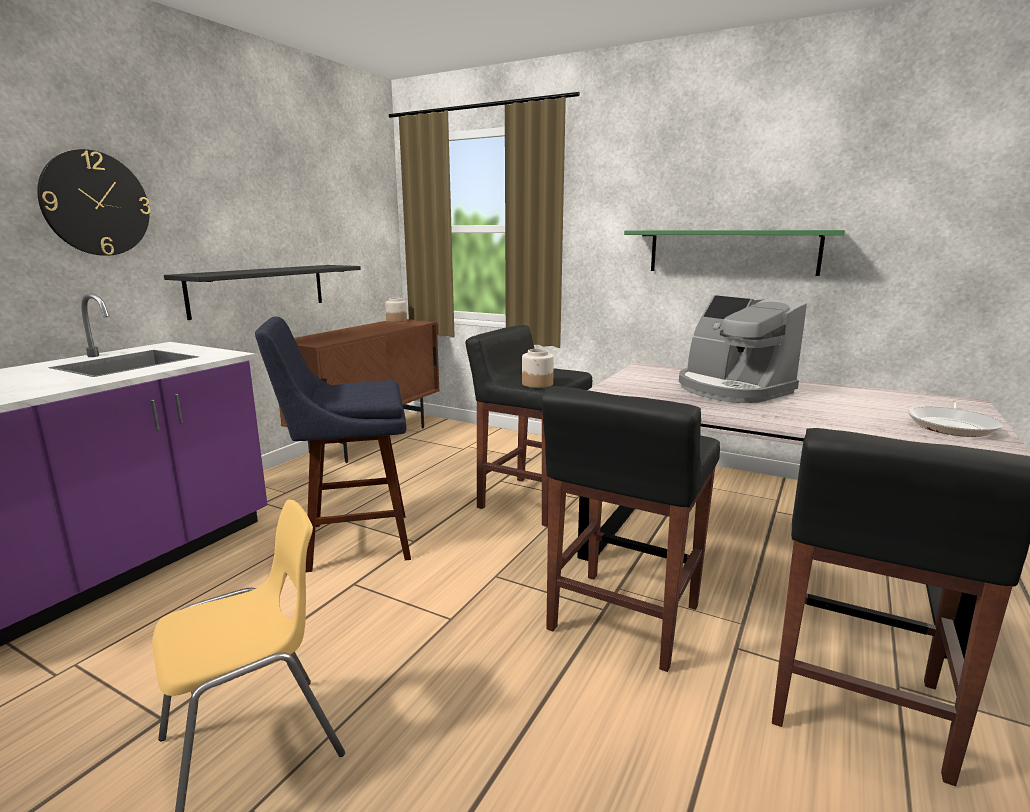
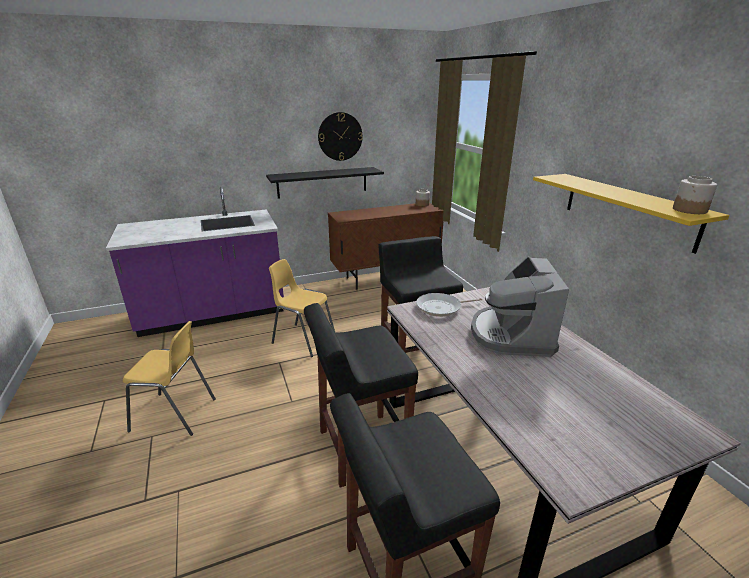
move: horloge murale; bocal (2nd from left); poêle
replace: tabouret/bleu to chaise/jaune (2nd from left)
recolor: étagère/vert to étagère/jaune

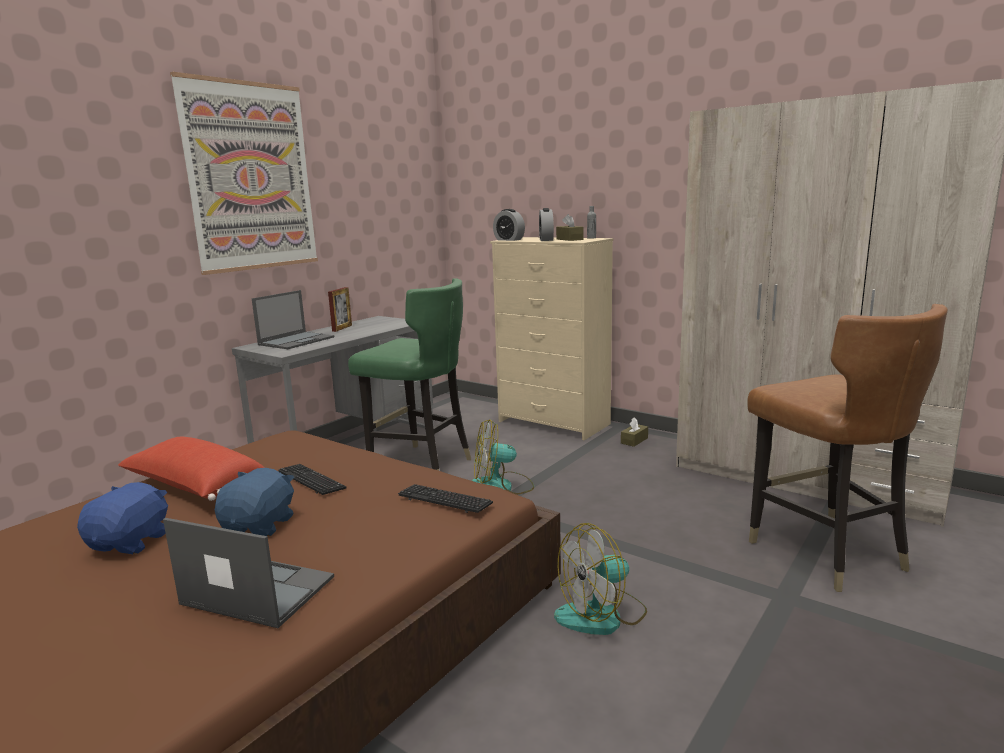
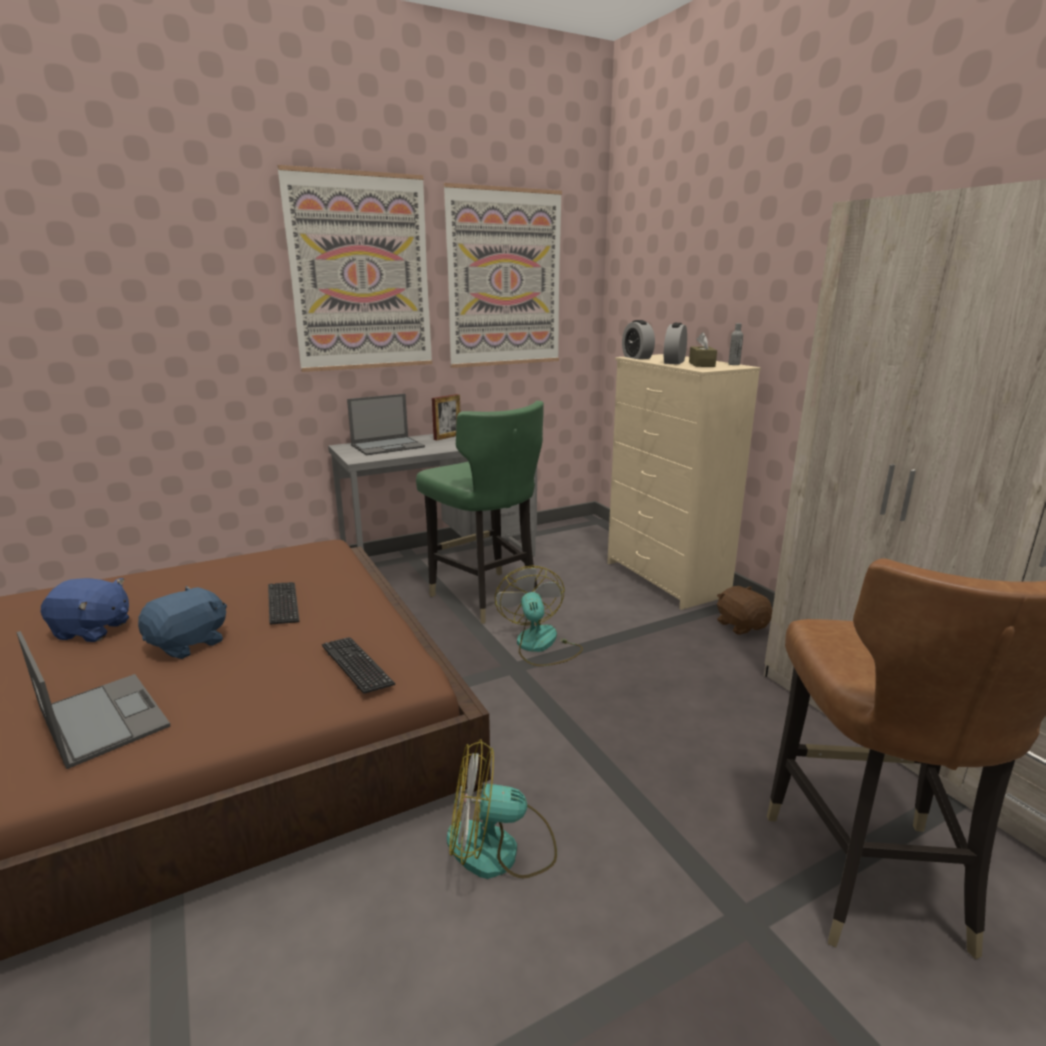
delete: coussin/rouge
insert: tableau (2nd from left)
replace: boîte à mouchoirs/marron (2nd from left) to peluche/marron
rotate: peluche/bleu (1st from left) 60 degrees clockwise; ventilateur (1st from left in the first image) 60 degrees clockwise

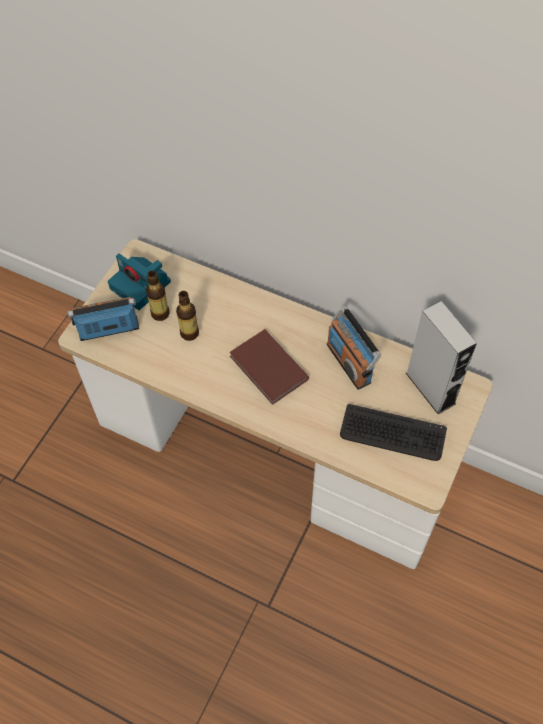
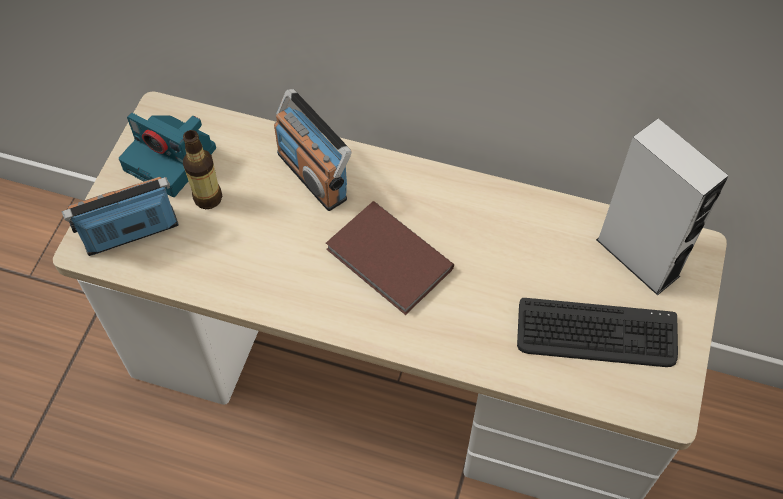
delete: bouteille (2nd from left)
move: radio (2nd from left)

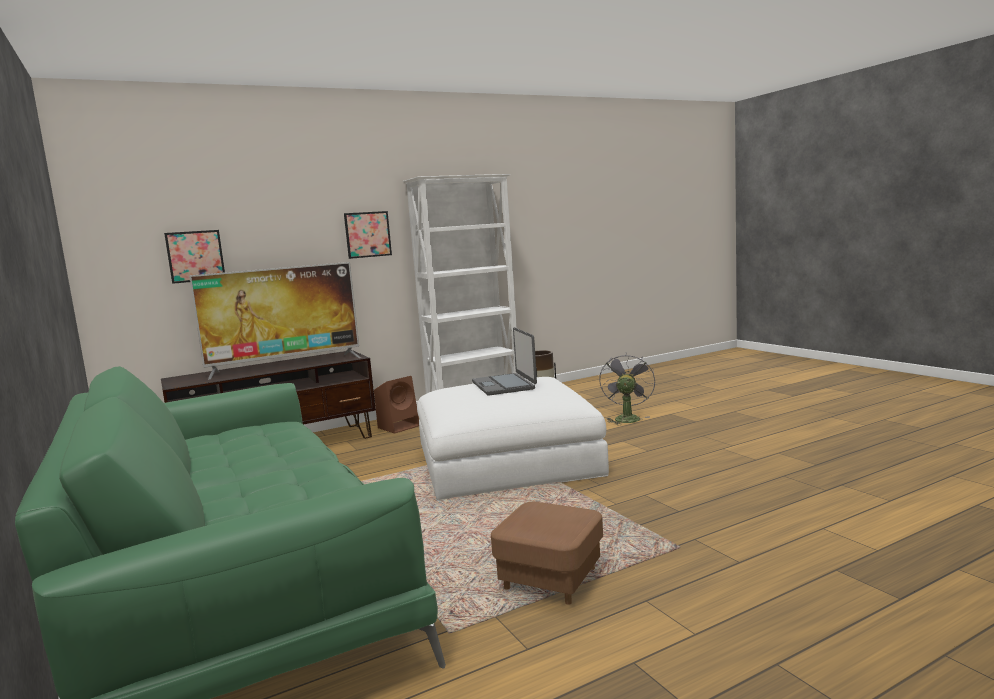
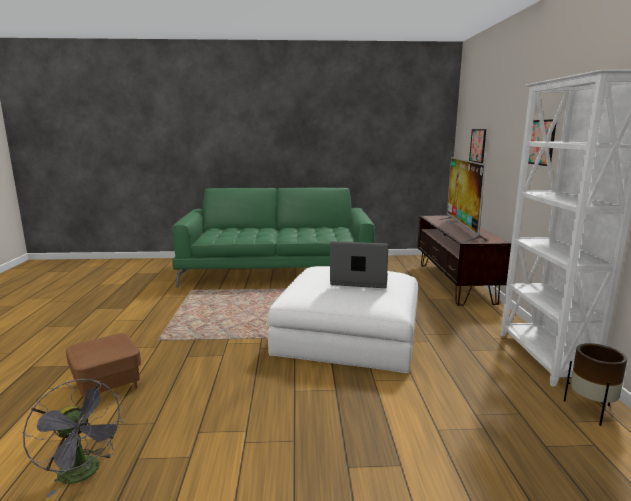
delete: enceinte/marron
move: pouf/marron; ventilateur/gris

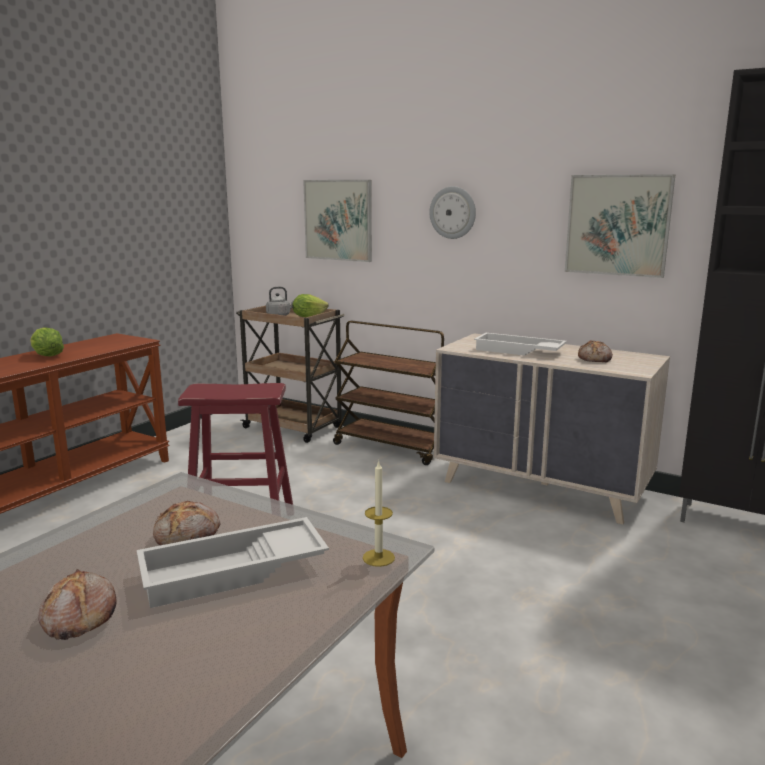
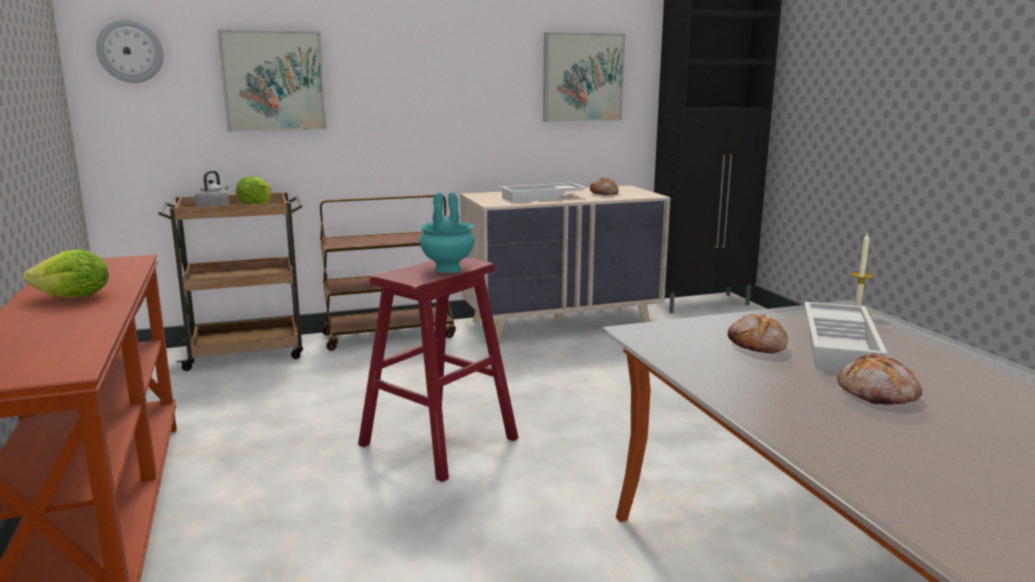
insert: vase/turquoise
move: horloge murale

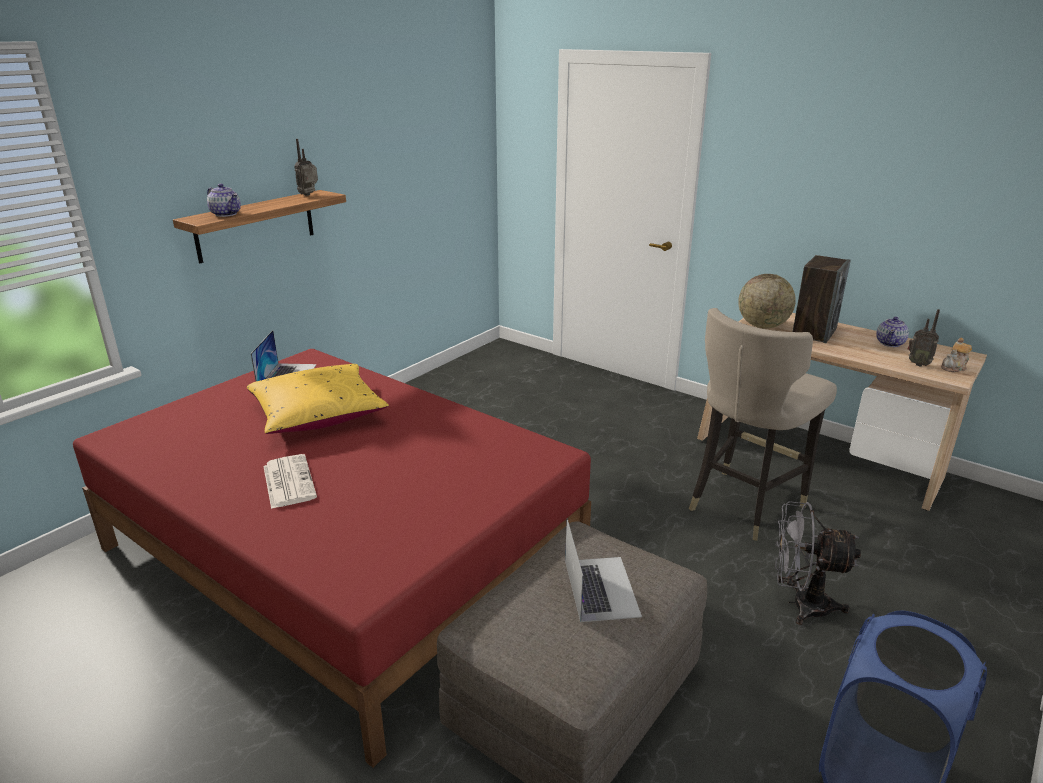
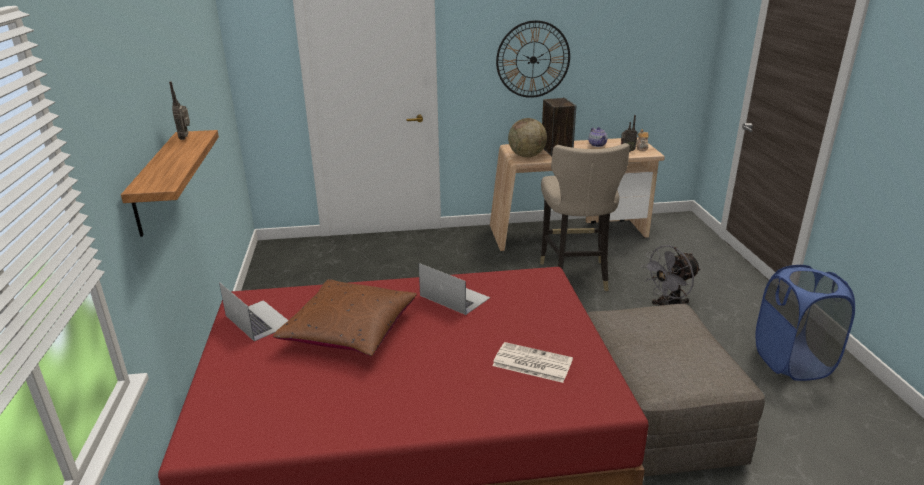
delete: théière (1st from left)
insert: horloge murale
move: journal; ordinateur portable (2nd from left)
recolor: coussin/jaune to coussin/marron

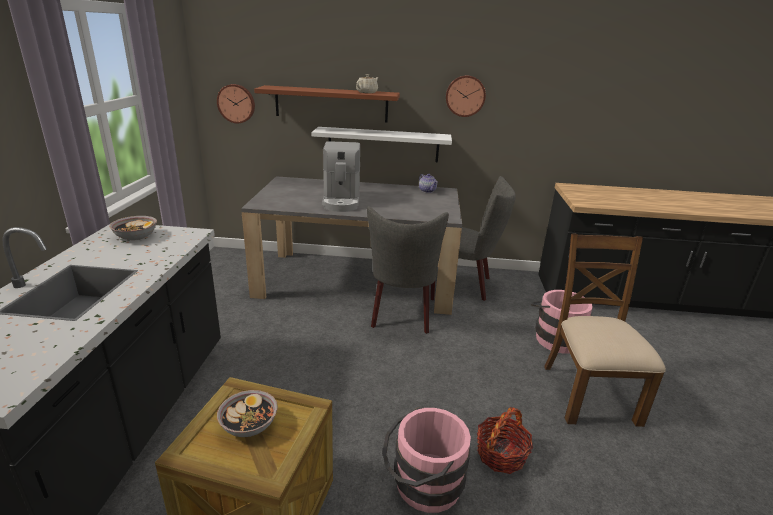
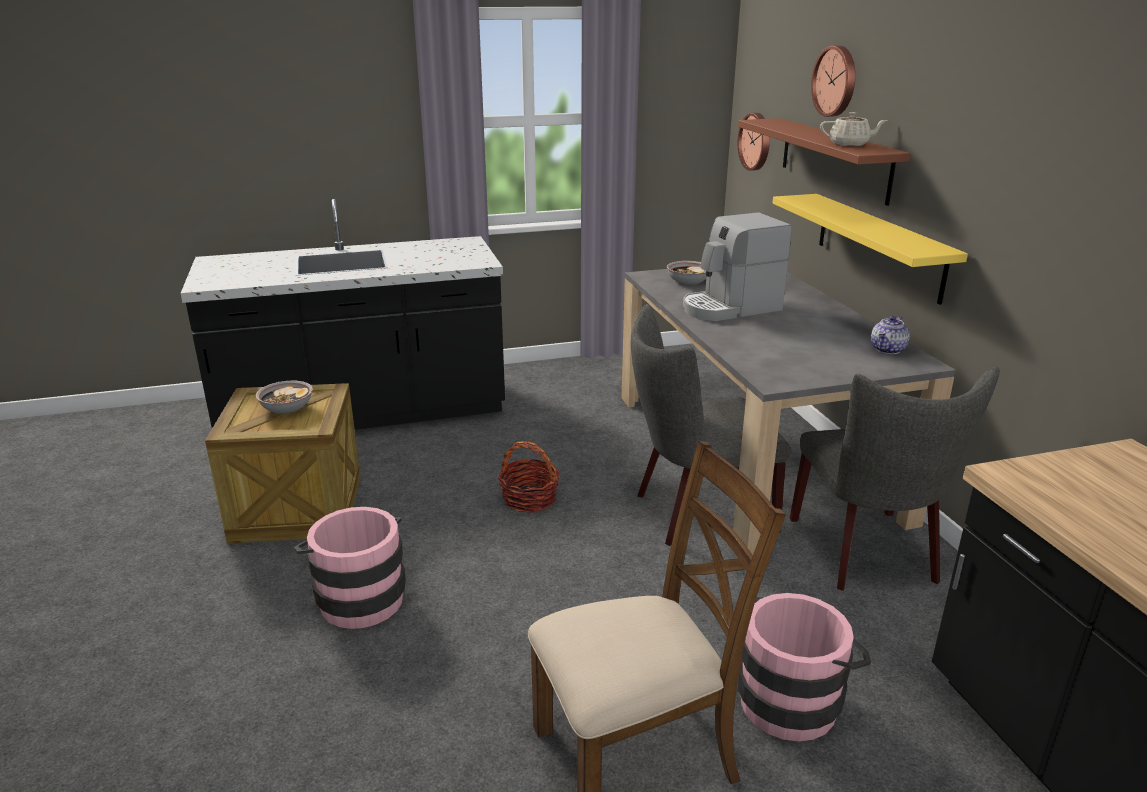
move: bol (1st from left in the first image) to bol (2nd from left); horloge murale (2nd from left); panier
recolor: étagère/blanc to étagère/jaune

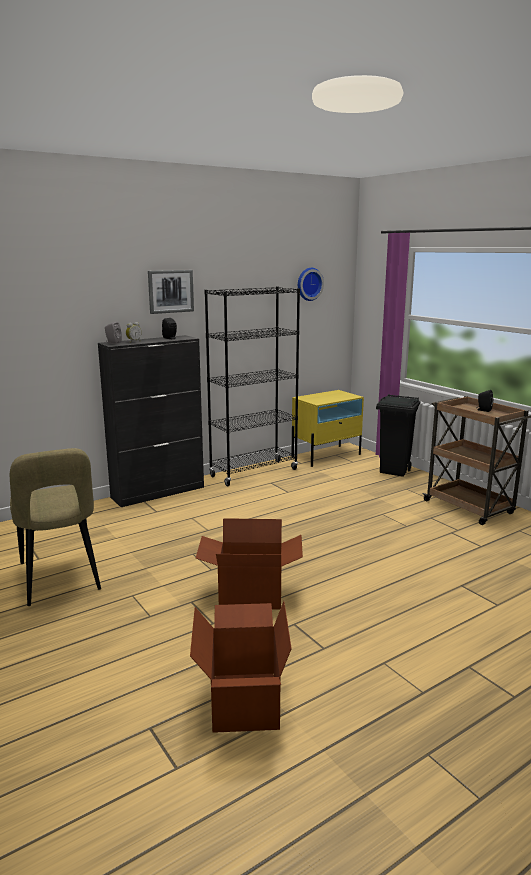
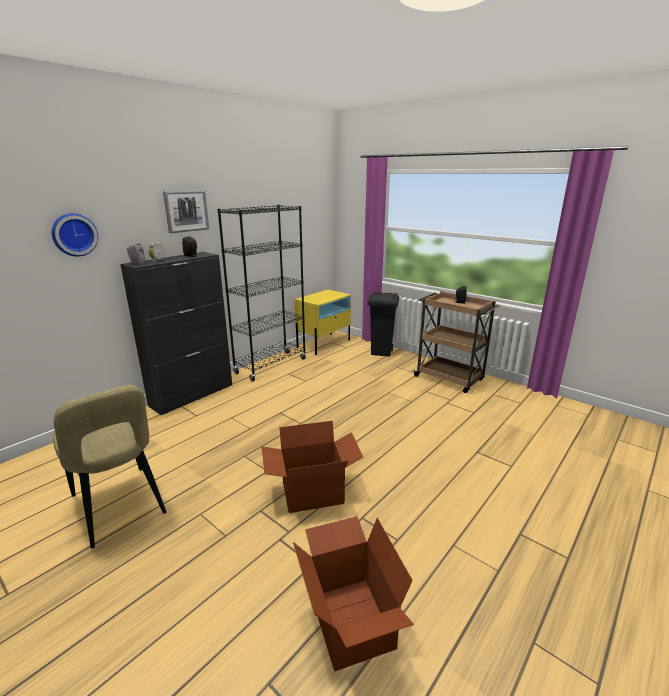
move: horloge murale

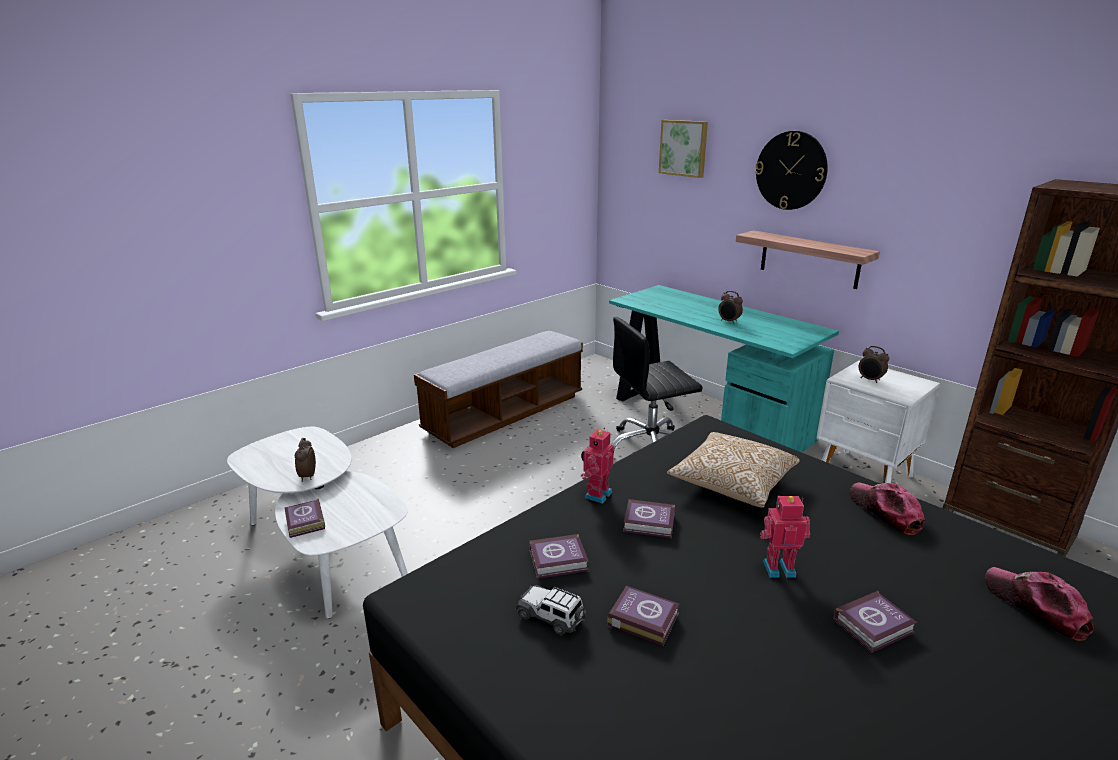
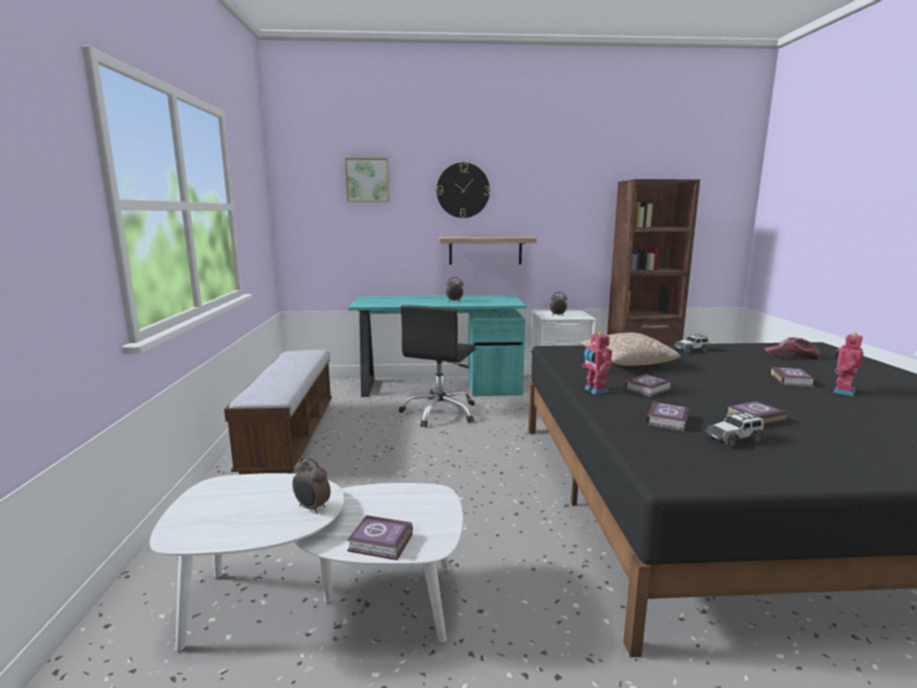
move: robot jouet (2nd from left)
replace: casquette (1st from left) to petite voiture (1st from left)

